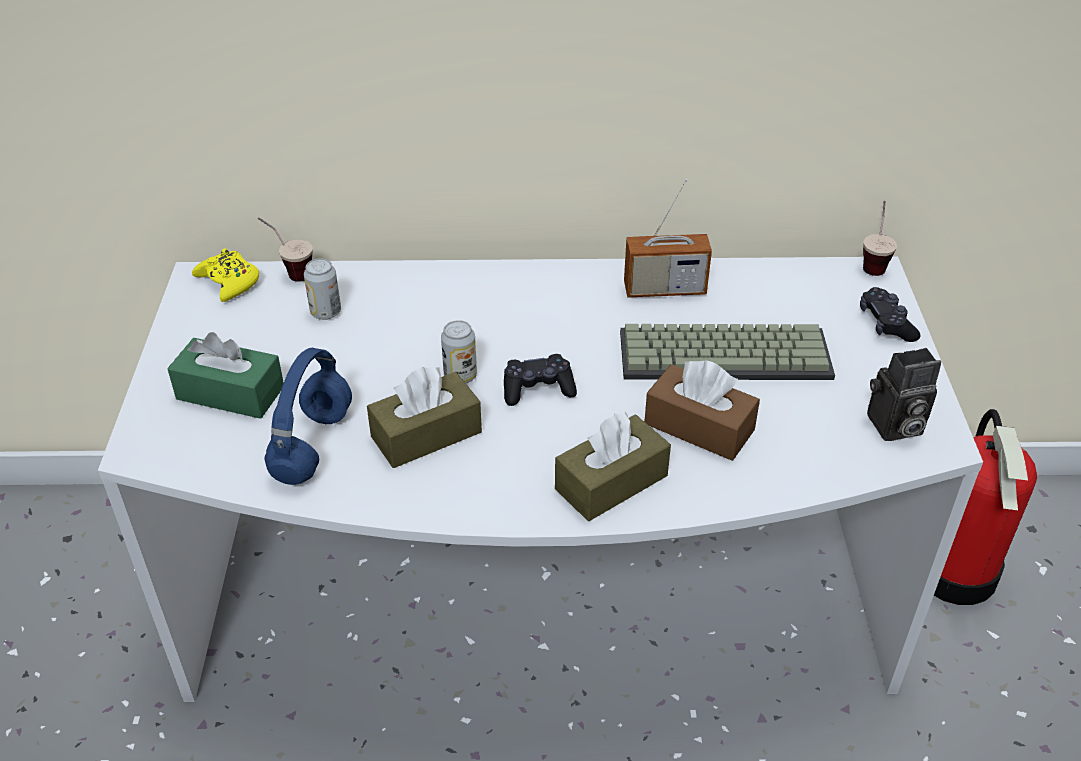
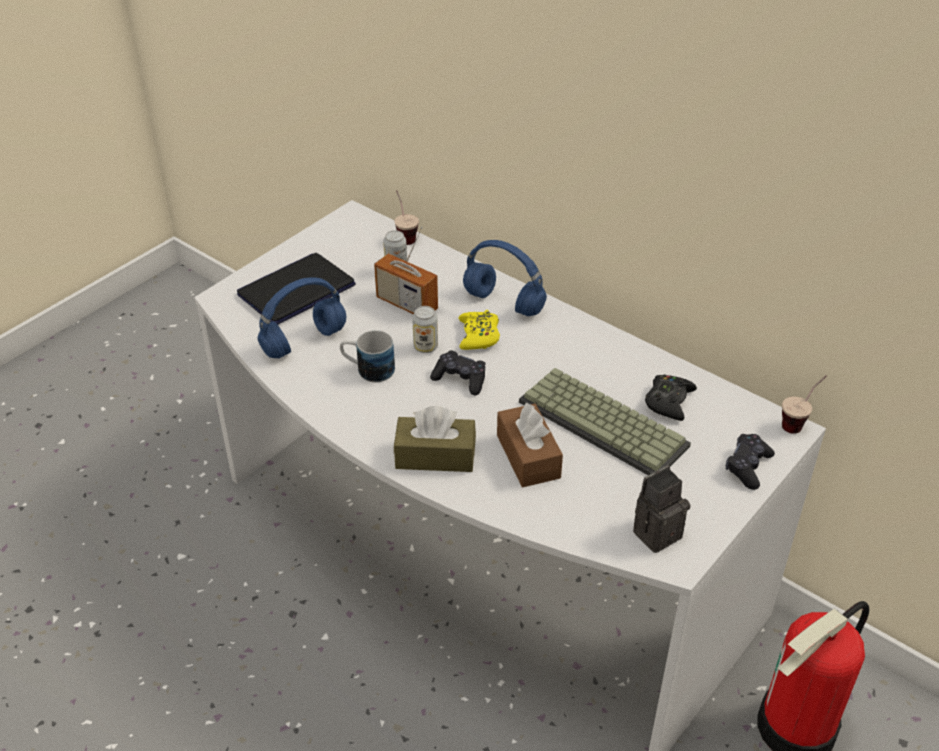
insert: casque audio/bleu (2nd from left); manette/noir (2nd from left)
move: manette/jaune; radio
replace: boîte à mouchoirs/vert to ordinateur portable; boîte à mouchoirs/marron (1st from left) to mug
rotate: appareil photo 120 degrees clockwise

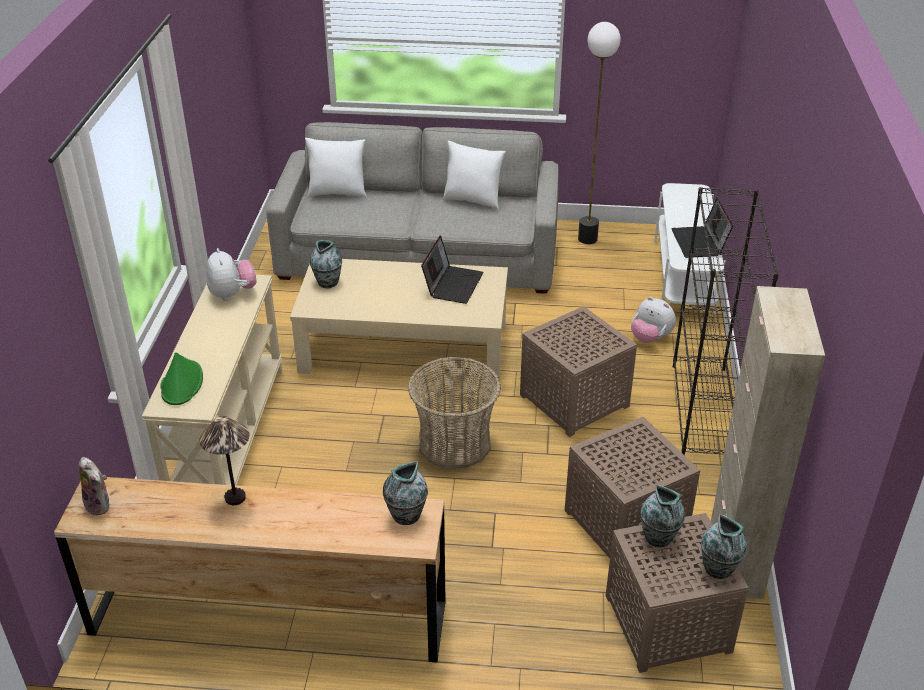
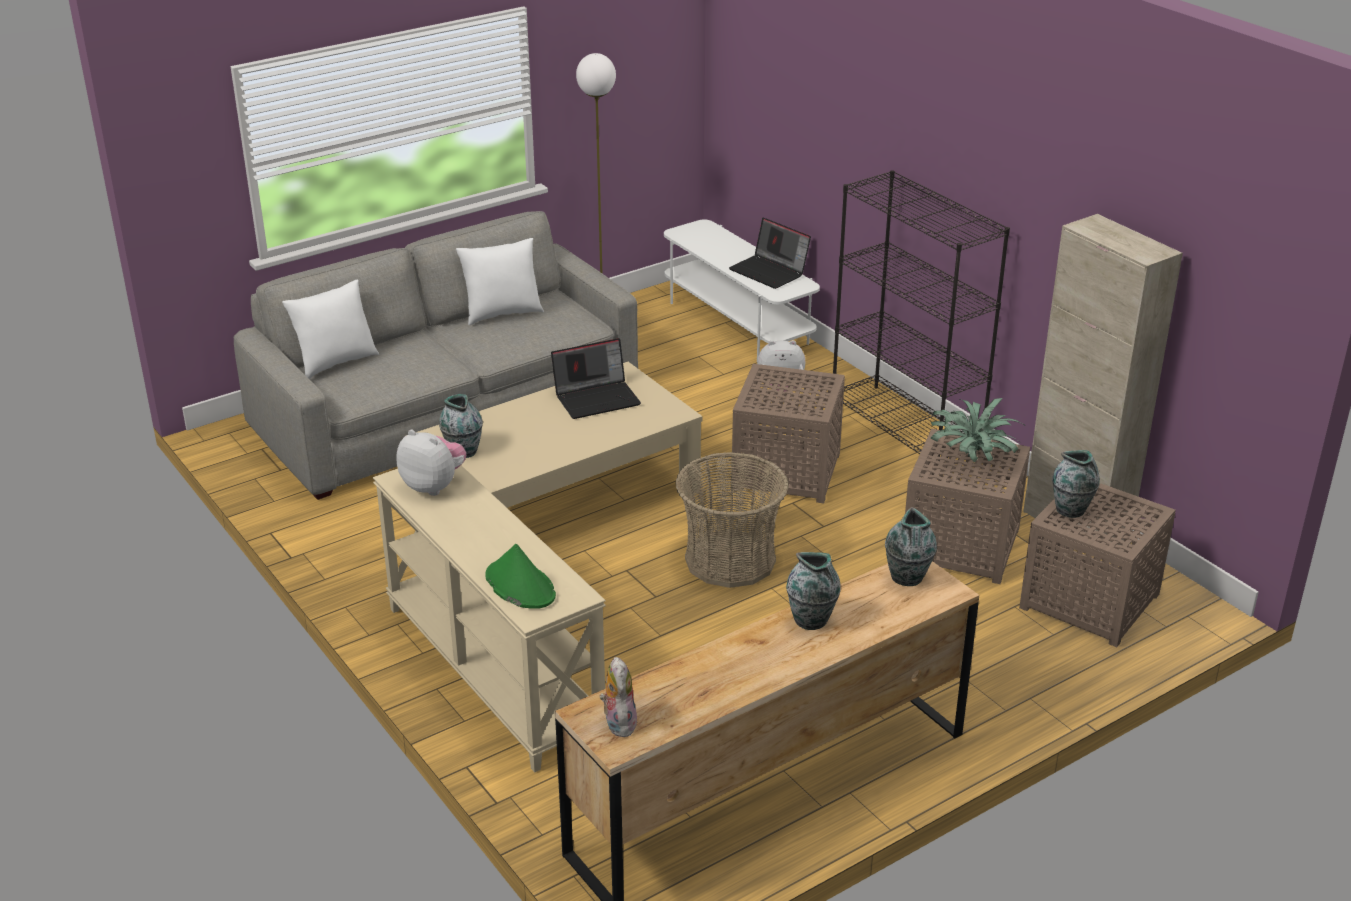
delete: lampe de table
insert: plante en pot
move: vase (4th from left in the first image) to vase (2nd from left)
rotate: peluche (1st from left in the first image) 105 degrees counterclockwise; ordinateur portable (1st from left) 90 degrees clockwise

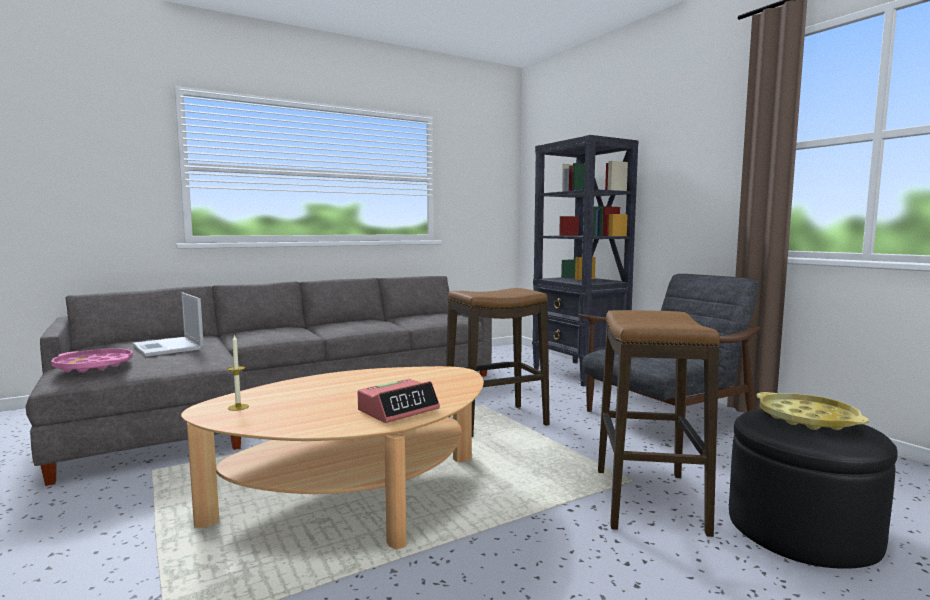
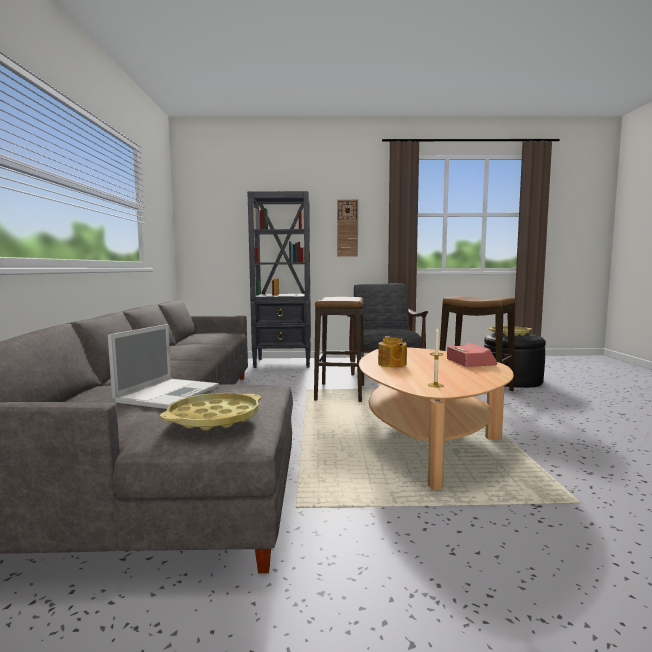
insert: horloge murale; théière
recolor: plateau/rose to plateau/jaune (1st from left)
rotate: ordinateur portable 60 degrees counterclockwise

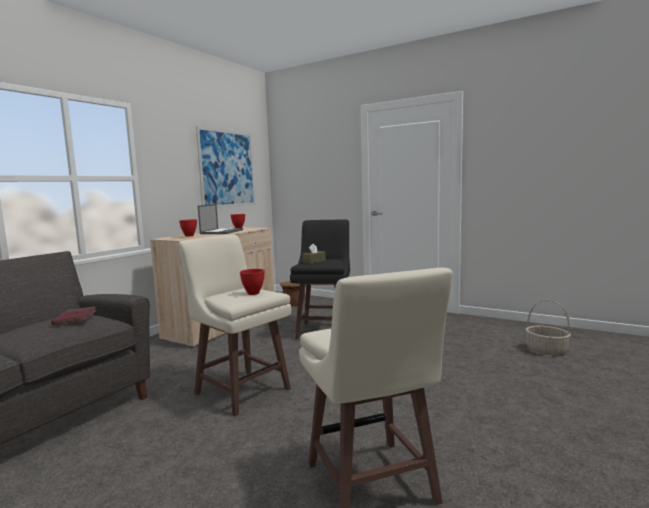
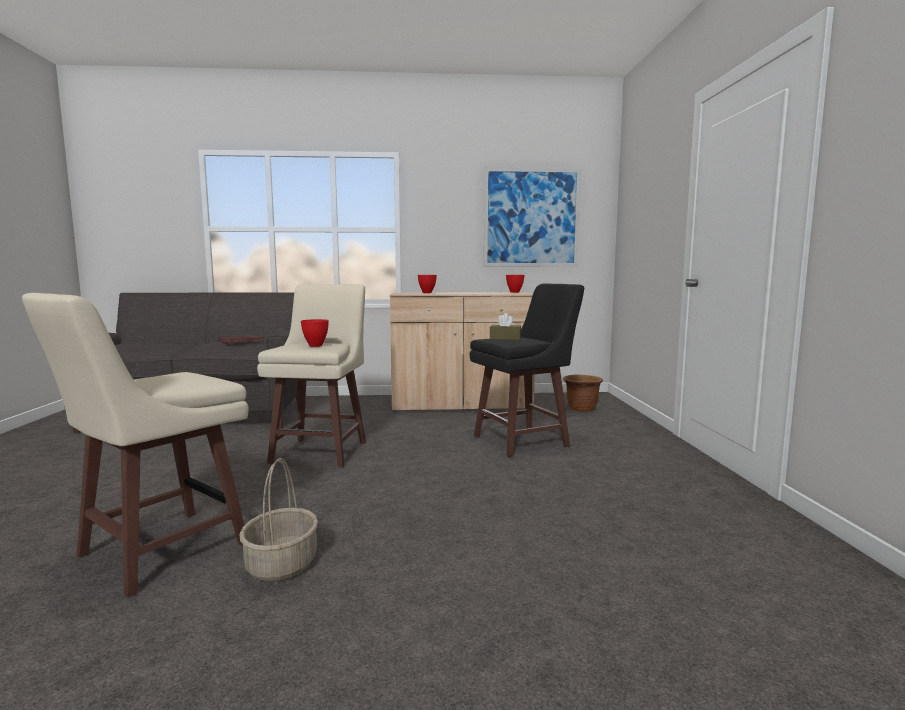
delete: ordinateur portable
move: panier

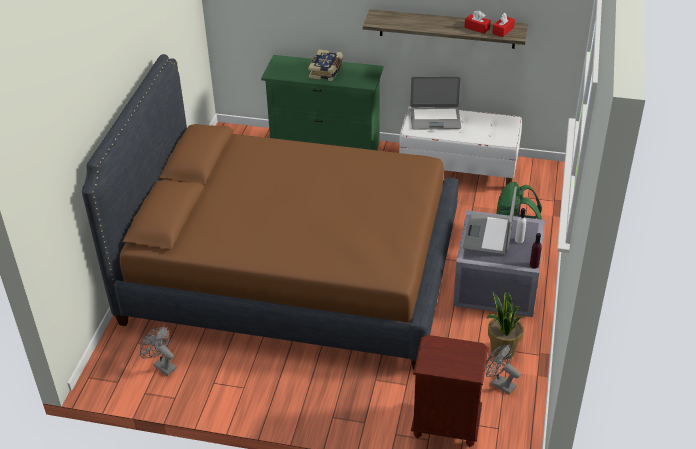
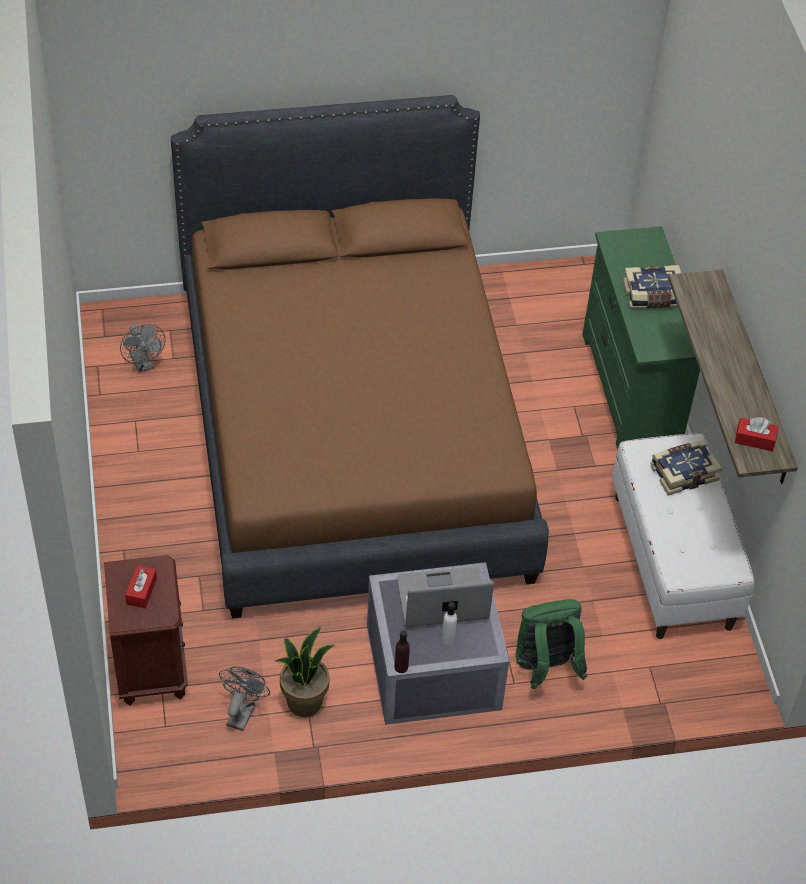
move: boîte à mouchoirs/rouge (1st from left)
replace: ordinateur portable (1st from left) to livre (2nd from left)
rotate: ventilateur/gris (1st from left) 135 degrees clockwise

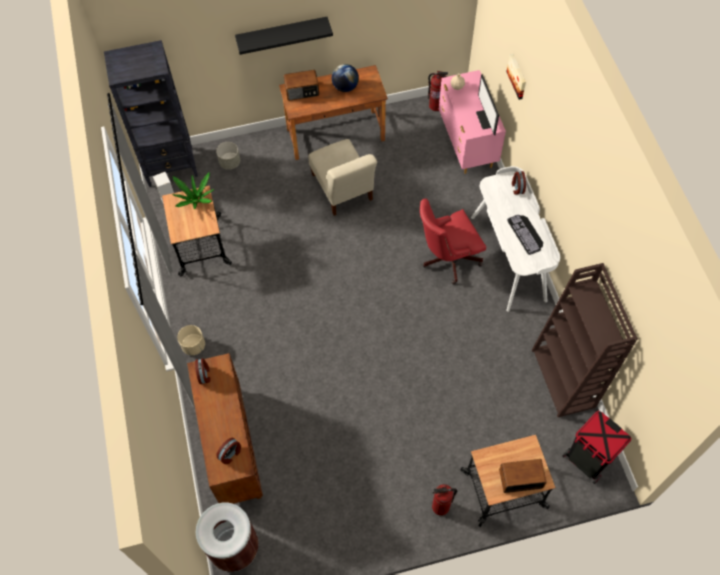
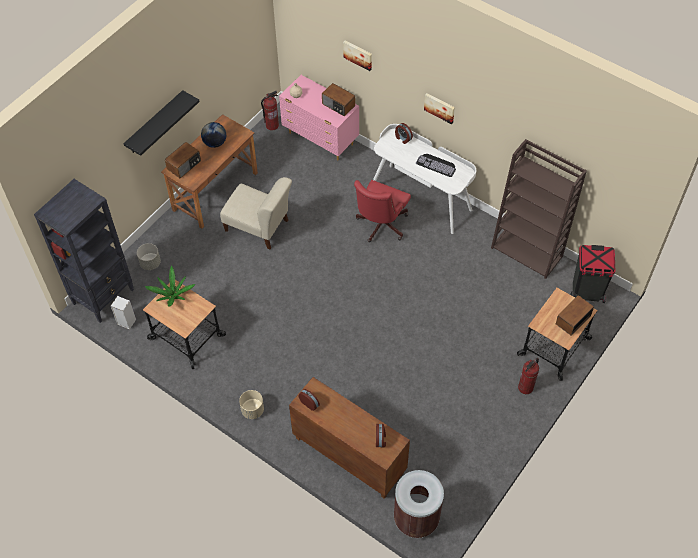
insert: tableau (2nd from left)
replace: écran d'ordinateur to radio (2nd from left)

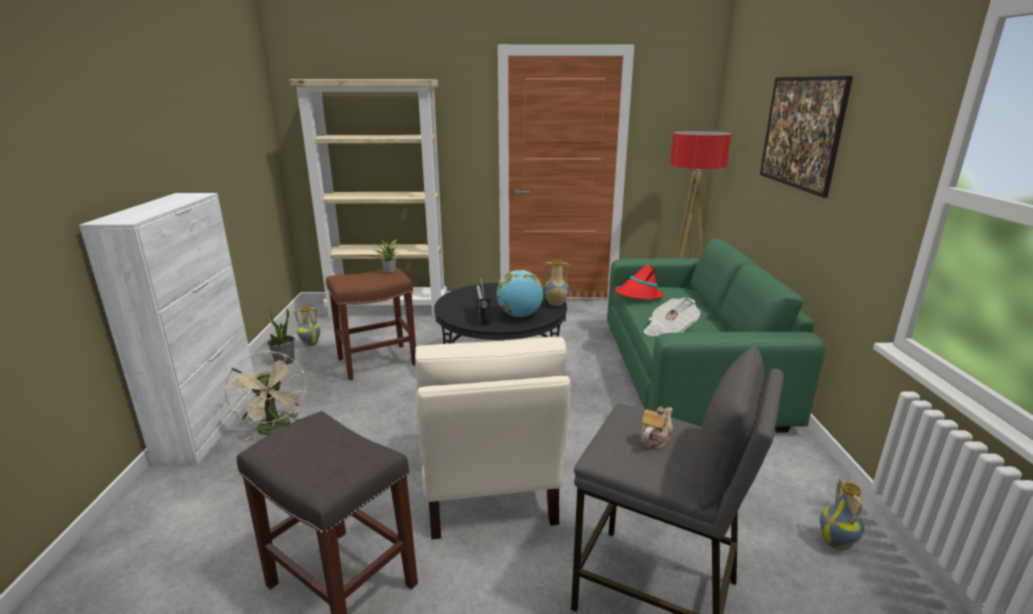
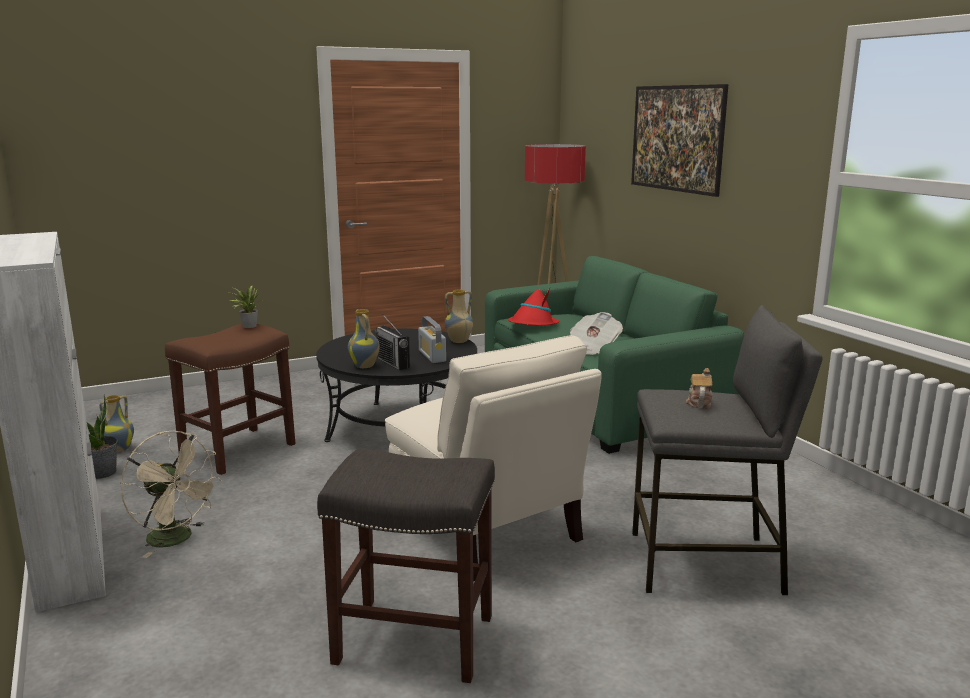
delete: bibliothèque/beige
move: vase (3rd from left in the first image) to vase (2nd from left)
replace: globe to radio (2nd from left)

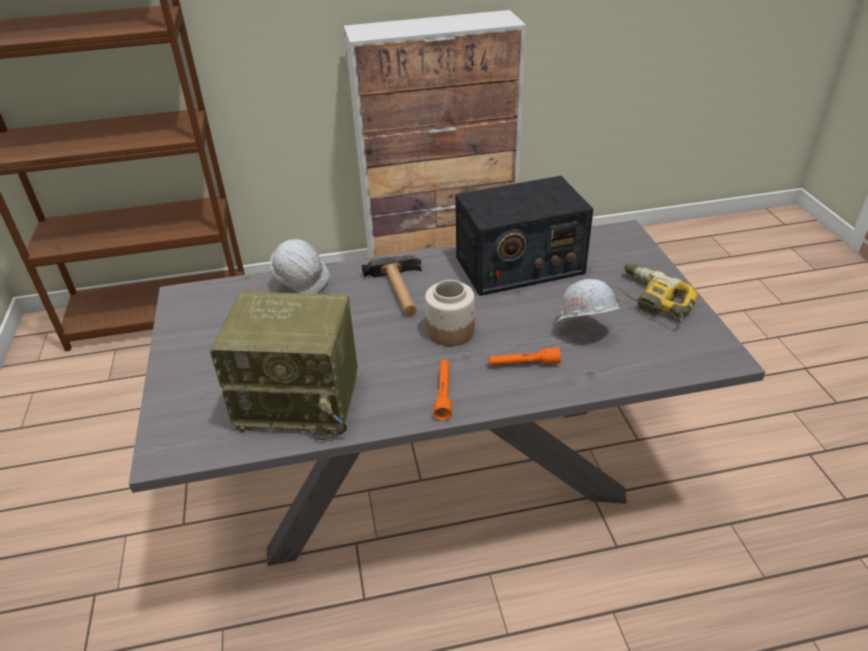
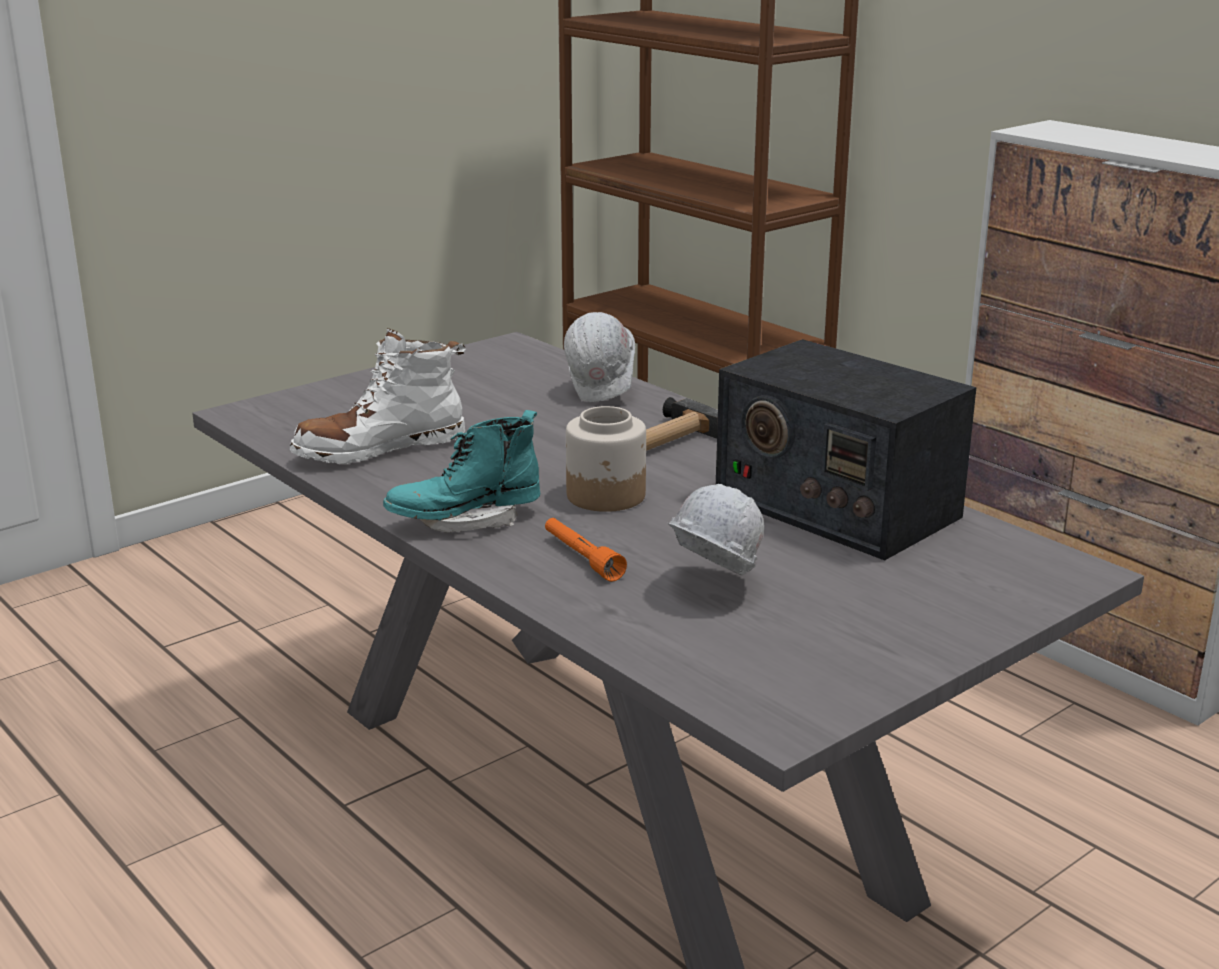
delete: perceuse
replace: radio (1st from left) to botte/blanc; lampe de poche/orange (1st from left) to botte/turquoise

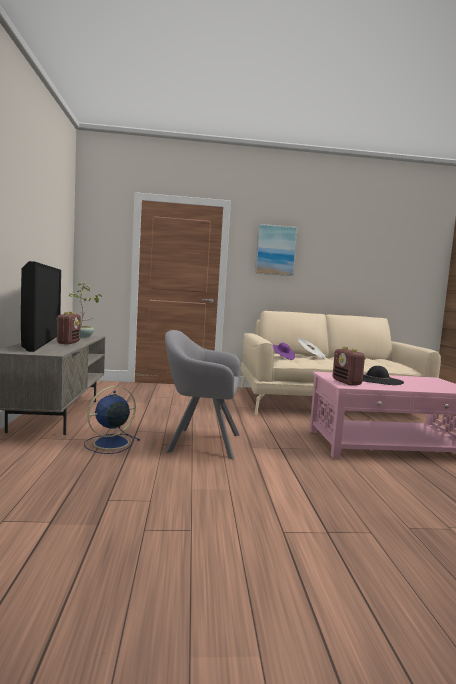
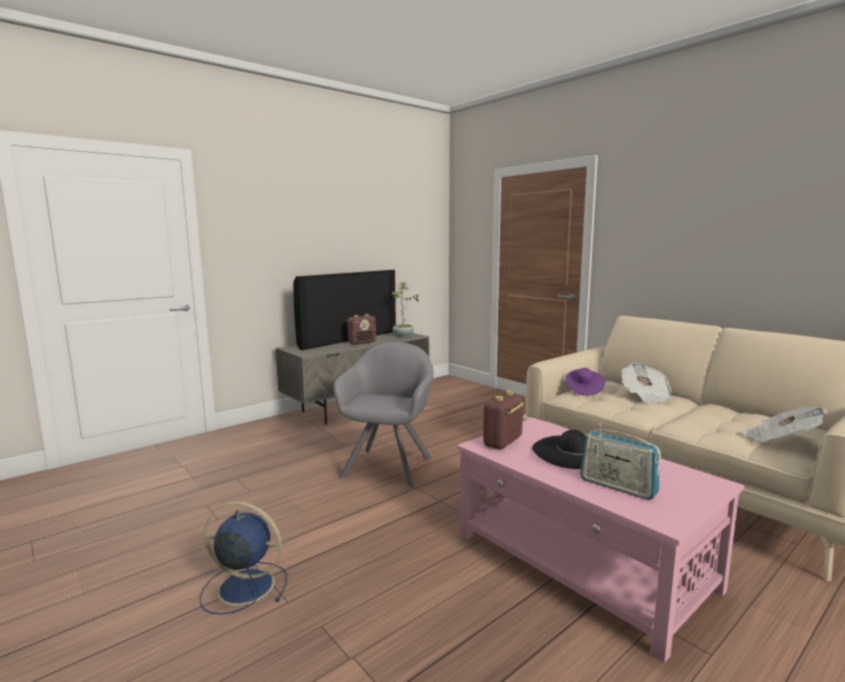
delete: tableau
insert: radio (3rd from left); journal (2nd from left)
move: ventilateur/bleu
rotate: fauteuil/gris 45 degrees clockwise

